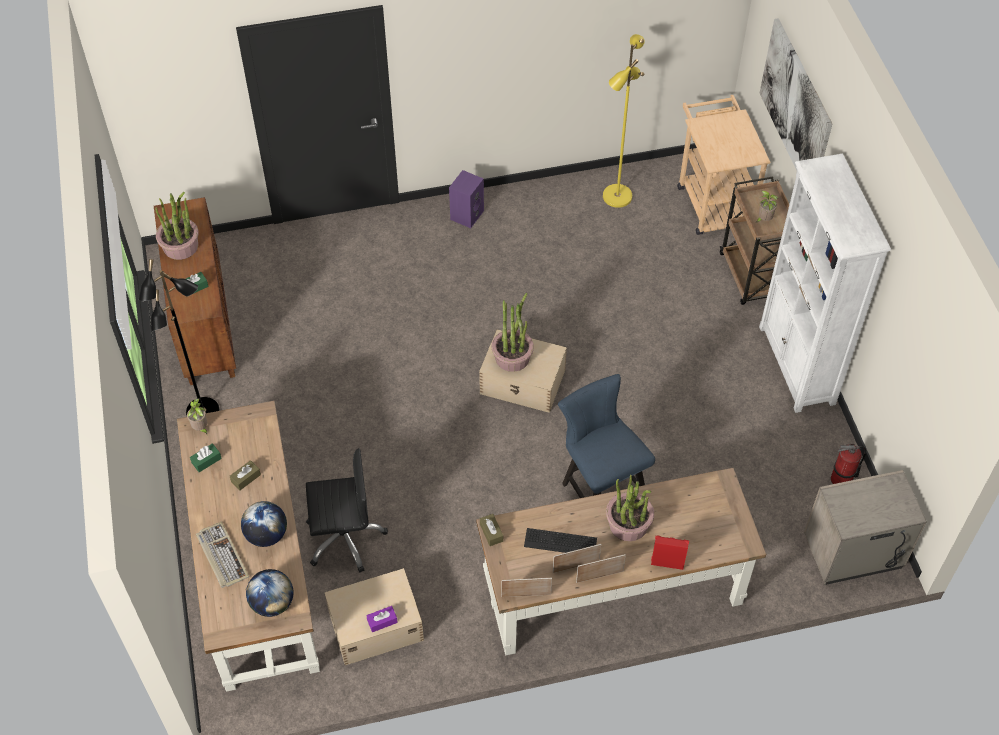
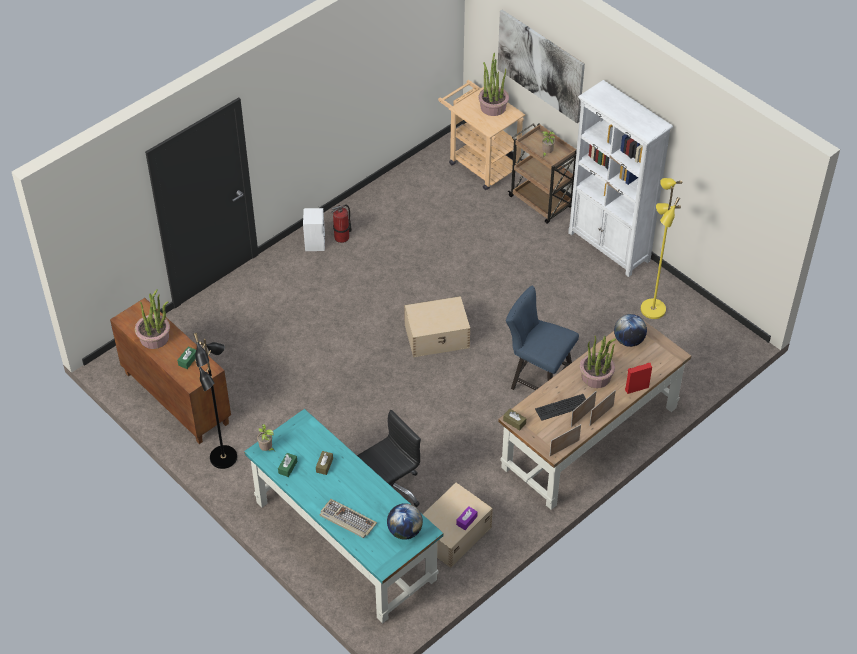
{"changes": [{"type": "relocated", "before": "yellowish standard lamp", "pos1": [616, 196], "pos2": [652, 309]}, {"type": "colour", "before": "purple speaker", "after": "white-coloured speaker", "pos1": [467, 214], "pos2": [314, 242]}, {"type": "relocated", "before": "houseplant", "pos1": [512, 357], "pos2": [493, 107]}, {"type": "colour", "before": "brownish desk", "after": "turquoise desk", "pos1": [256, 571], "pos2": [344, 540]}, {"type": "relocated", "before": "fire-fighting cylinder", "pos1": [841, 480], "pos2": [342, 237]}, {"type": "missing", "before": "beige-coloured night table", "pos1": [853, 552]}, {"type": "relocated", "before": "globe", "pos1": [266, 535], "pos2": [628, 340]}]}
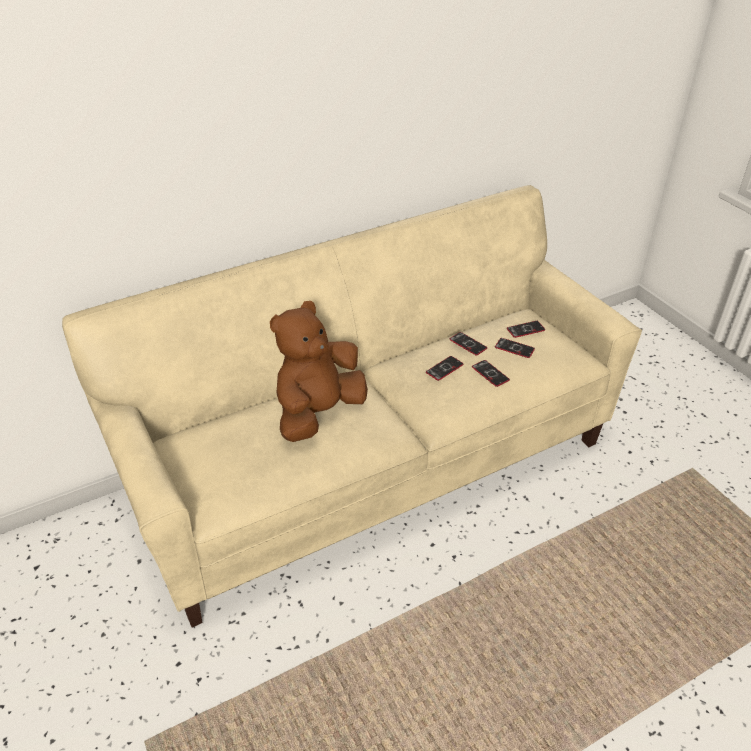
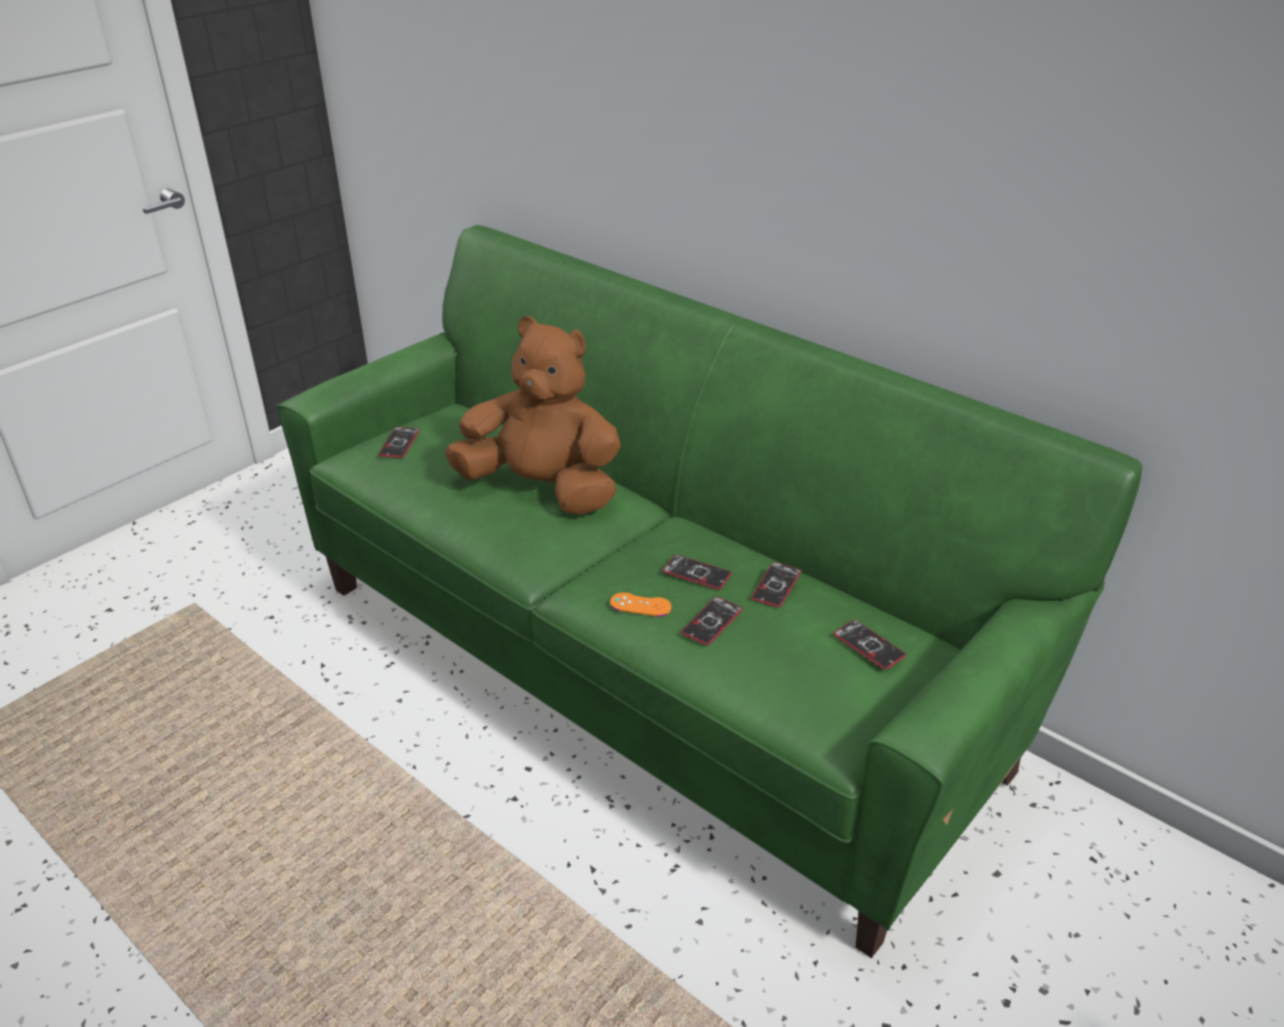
{"changes": [{"type": "colour", "before": "beige-coloured sofa", "after": "green sofa", "pos1": [374, 470], "pos2": [643, 671]}, {"type": "relocated", "before": "telephone", "pos1": [514, 348], "pos2": [399, 443]}, {"type": "appeared", "after": "orange-coloured game controller", "pos2": [640, 605]}]}
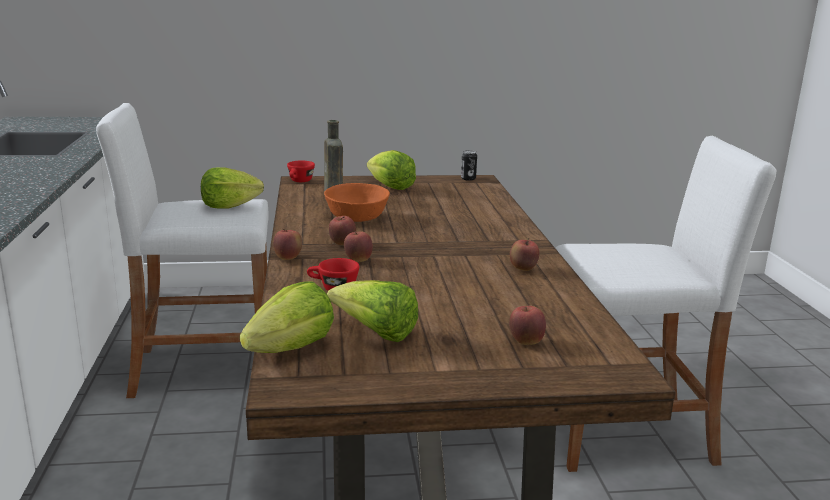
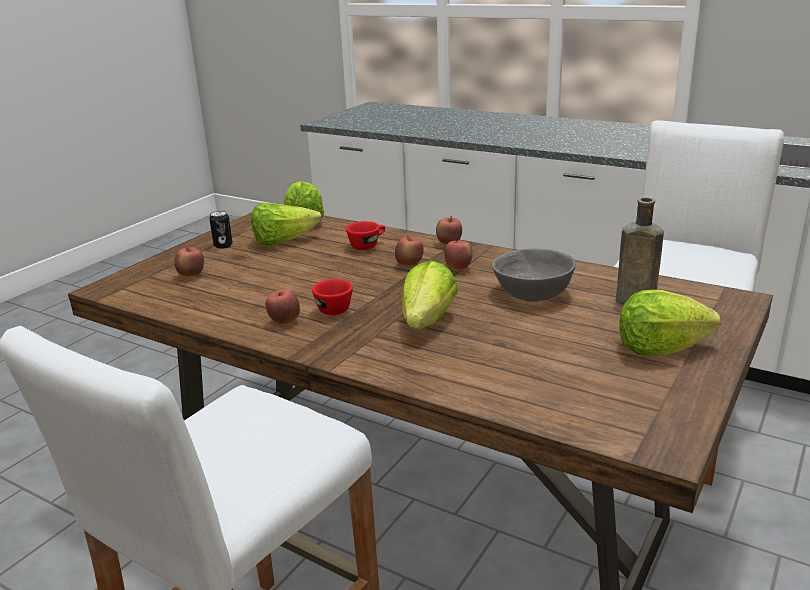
{"changes": [{"type": "relocated", "before": "sealed can", "pos1": [468, 178], "pos2": [223, 245]}, {"type": "relocated", "before": "red small cup", "pos1": [299, 181], "pos2": [330, 308]}, {"type": "relocated", "before": "head of lettuce", "pos1": [229, 206], "pos2": [427, 321]}, {"type": "colour", "before": "orange-coloured bowl", "after": "greyish bowl", "pos1": [357, 218], "pos2": [532, 293]}]}
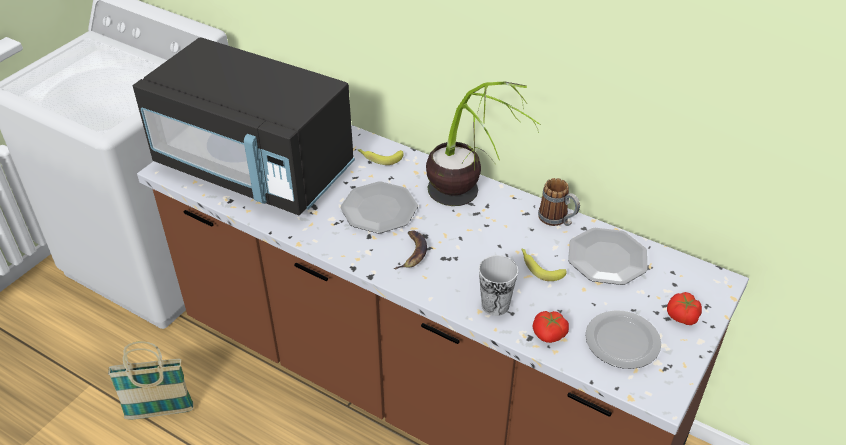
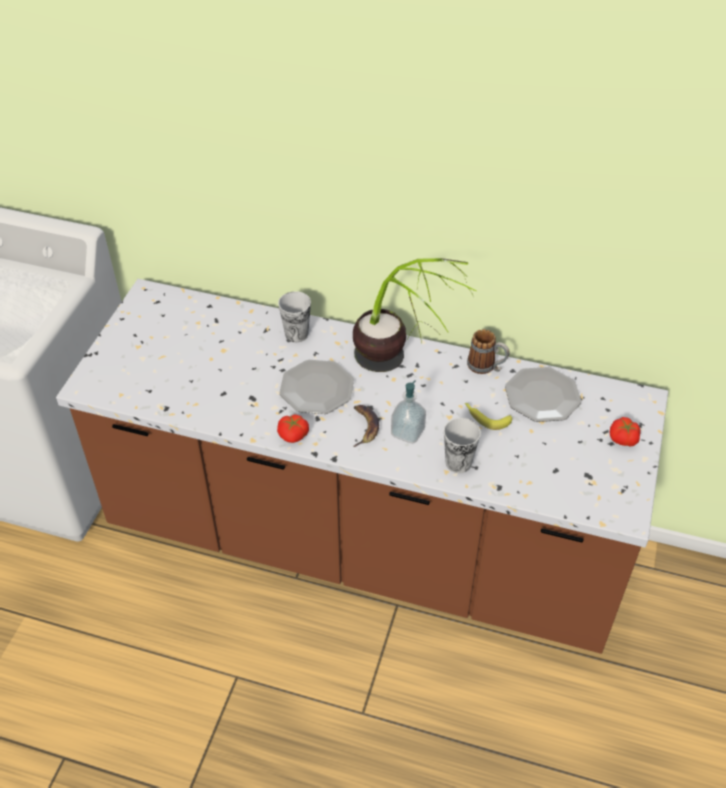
{"changes": [{"type": "missing", "before": "black microwave oven", "pos1": [255, 169]}, {"type": "exchanged", "before": "banana", "after": "small cup", "pos1": [379, 157], "pos2": [296, 334]}, {"type": "missing", "before": "flat dish", "pos1": [623, 342]}, {"type": "relocated", "before": "fresh tomato", "pos1": [549, 334], "pos2": [293, 435]}, {"type": "missing", "before": "household basket", "pos1": [160, 412]}, {"type": "appeared", "after": "soap bottle", "pos2": [407, 432]}]}
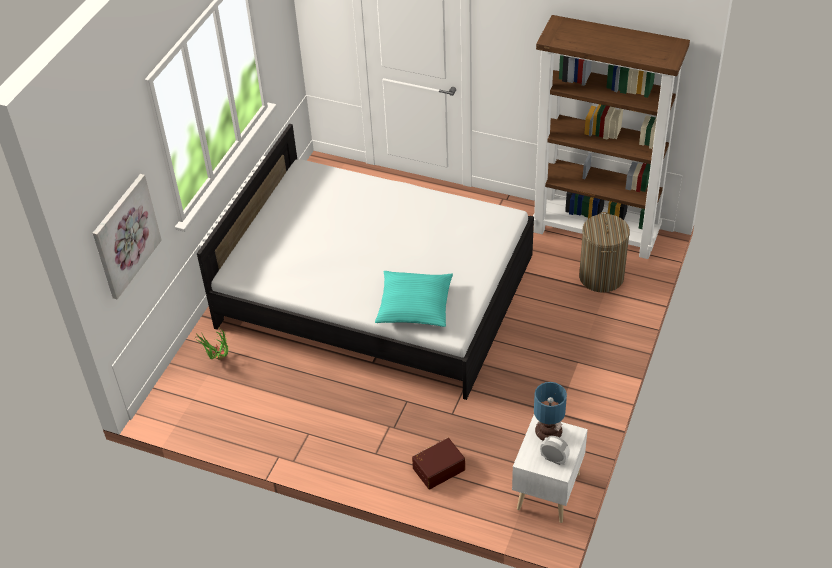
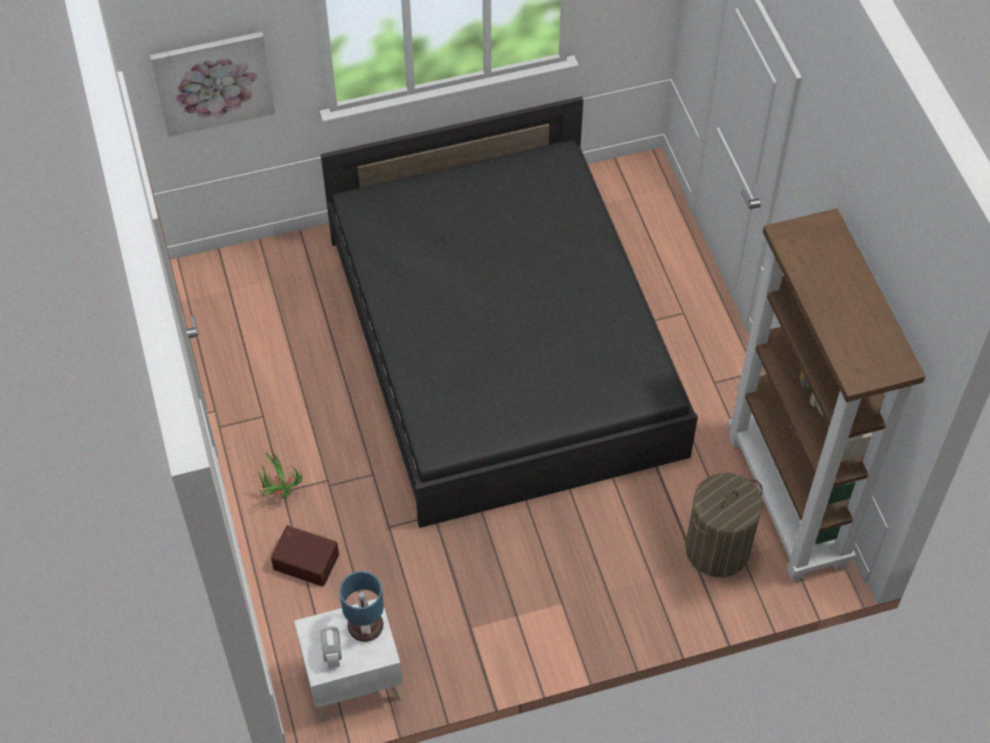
{"changes": [{"type": "colour", "before": "white-coloured sleeping bed", "after": "black sleeping bed", "pos1": [376, 291], "pos2": [502, 345]}, {"type": "missing", "before": "turquoise cushion", "pos1": [414, 306]}, {"type": "relocated", "before": "houseplant", "pos1": [217, 361], "pos2": [279, 494]}]}
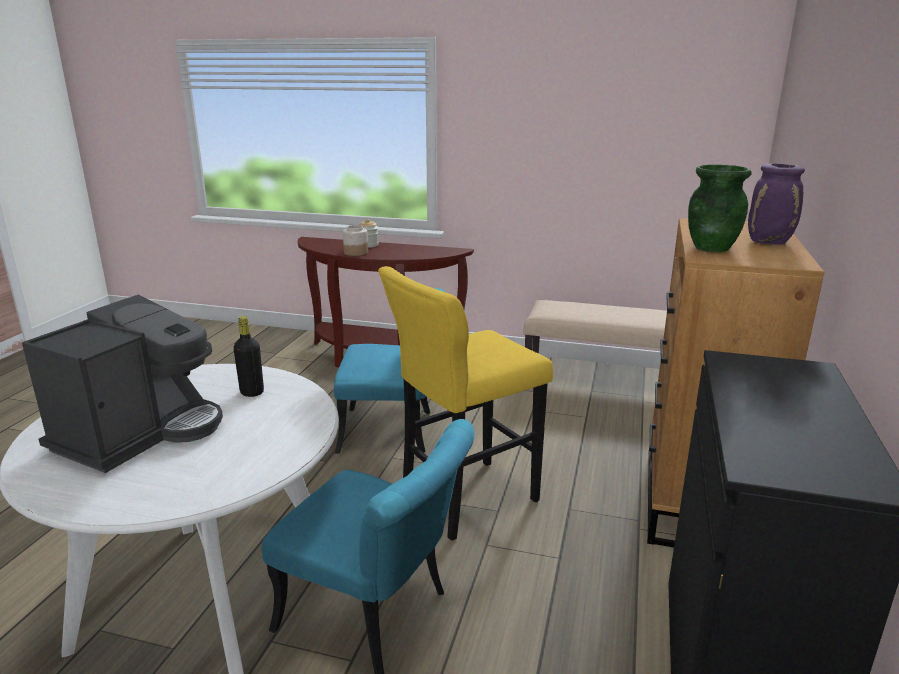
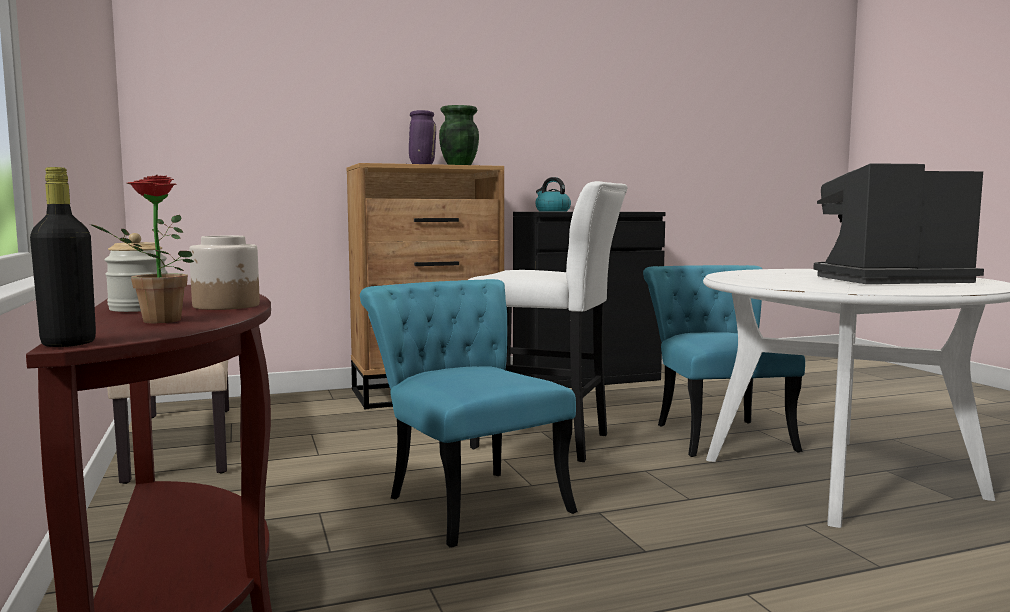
{"changes": [{"type": "colour", "before": "yellowish stool", "after": "white-coloured stool", "pos1": [464, 500], "pos2": [548, 442]}, {"type": "relocated", "before": "black drink bottle", "pos1": [252, 392], "pos2": [68, 343]}, {"type": "appeared", "after": "houseplant", "pos2": [153, 321]}, {"type": "appeared", "after": "water kettle", "pos2": [552, 211]}]}
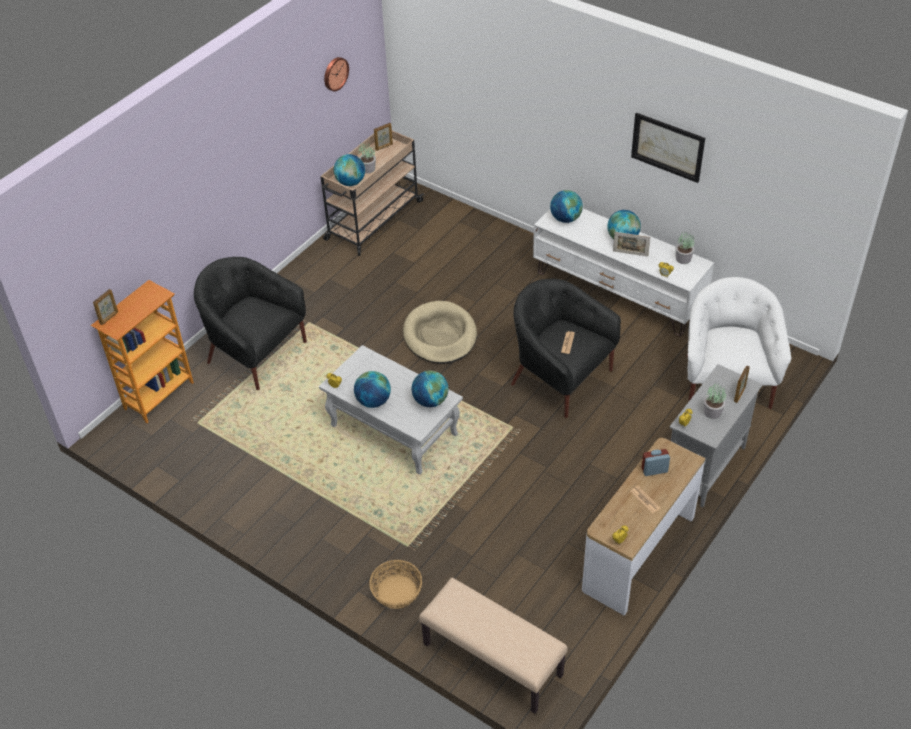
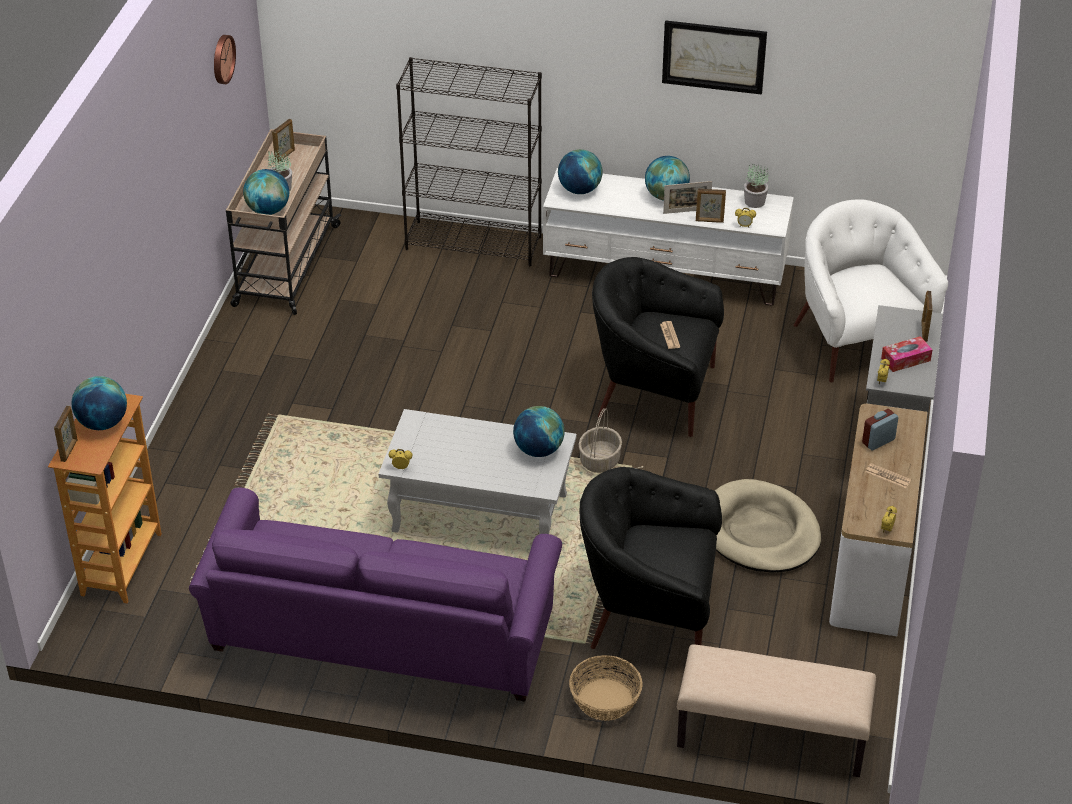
{"changes": [{"type": "relocated", "before": "black armchair", "pos1": [255, 353], "pos2": [650, 612]}, {"type": "relocated", "before": "beige-coloured pet bed", "pos1": [440, 336], "pos2": [760, 532]}, {"type": "relocated", "before": "globe", "pos1": [373, 401], "pos2": [102, 423]}, {"type": "exchanged", "before": "houseplant", "after": "tissue holder", "pos1": [712, 412], "pos2": [905, 359]}, {"type": "appeared", "after": "black bookshelf", "pos2": [474, 243]}, {"type": "appeared", "after": "standing frame", "pos2": [709, 221]}, {"type": "appeared", "after": "household basket", "pos2": [599, 460]}, {"type": "appeared", "after": "purple sofa", "pos2": [380, 640]}]}
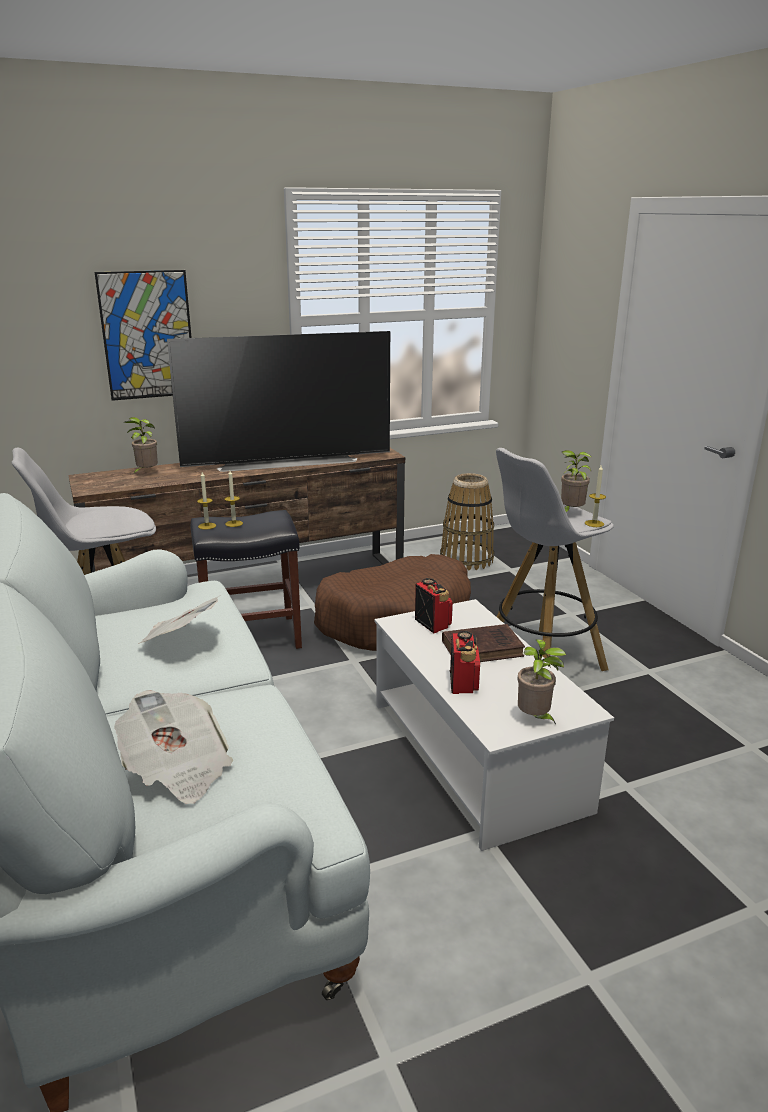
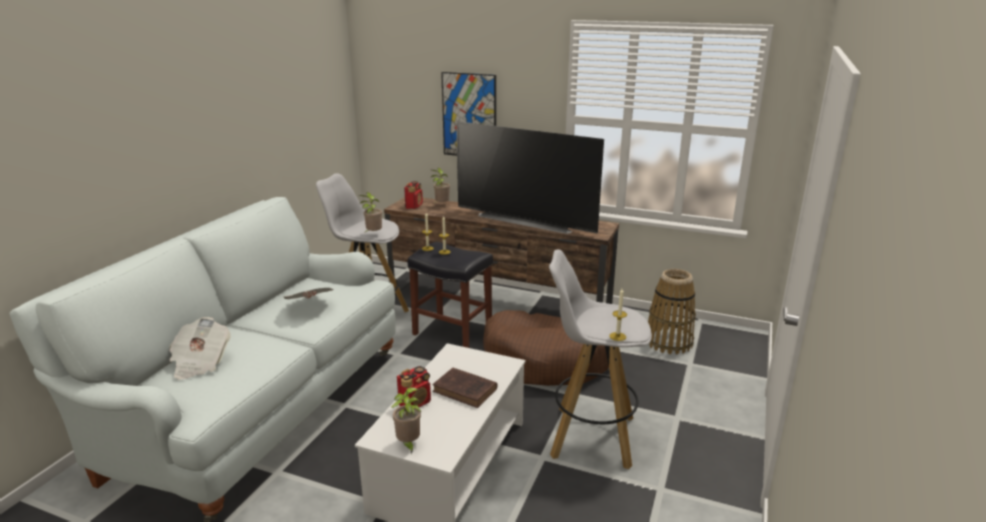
{"changes": [{"type": "relocated", "before": "houseplant", "pos1": [570, 512], "pos2": [373, 234]}, {"type": "relocated", "before": "radio receiver", "pos1": [432, 623], "pos2": [414, 206]}]}
